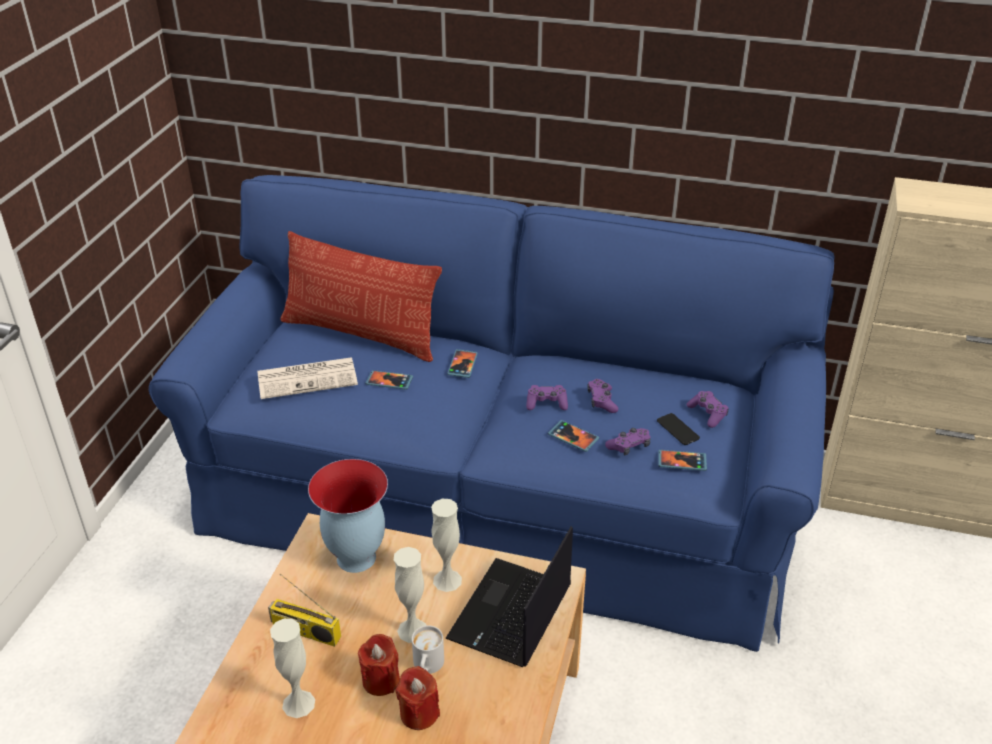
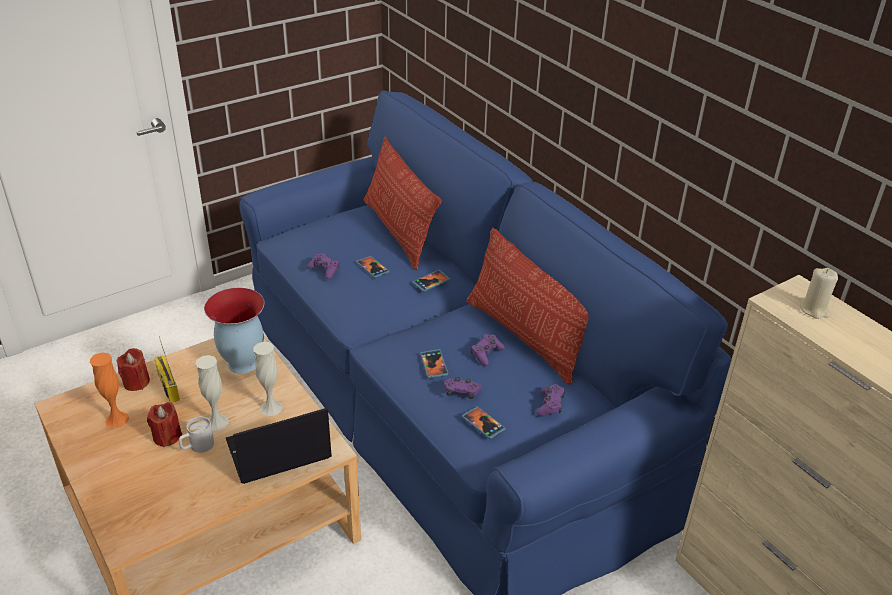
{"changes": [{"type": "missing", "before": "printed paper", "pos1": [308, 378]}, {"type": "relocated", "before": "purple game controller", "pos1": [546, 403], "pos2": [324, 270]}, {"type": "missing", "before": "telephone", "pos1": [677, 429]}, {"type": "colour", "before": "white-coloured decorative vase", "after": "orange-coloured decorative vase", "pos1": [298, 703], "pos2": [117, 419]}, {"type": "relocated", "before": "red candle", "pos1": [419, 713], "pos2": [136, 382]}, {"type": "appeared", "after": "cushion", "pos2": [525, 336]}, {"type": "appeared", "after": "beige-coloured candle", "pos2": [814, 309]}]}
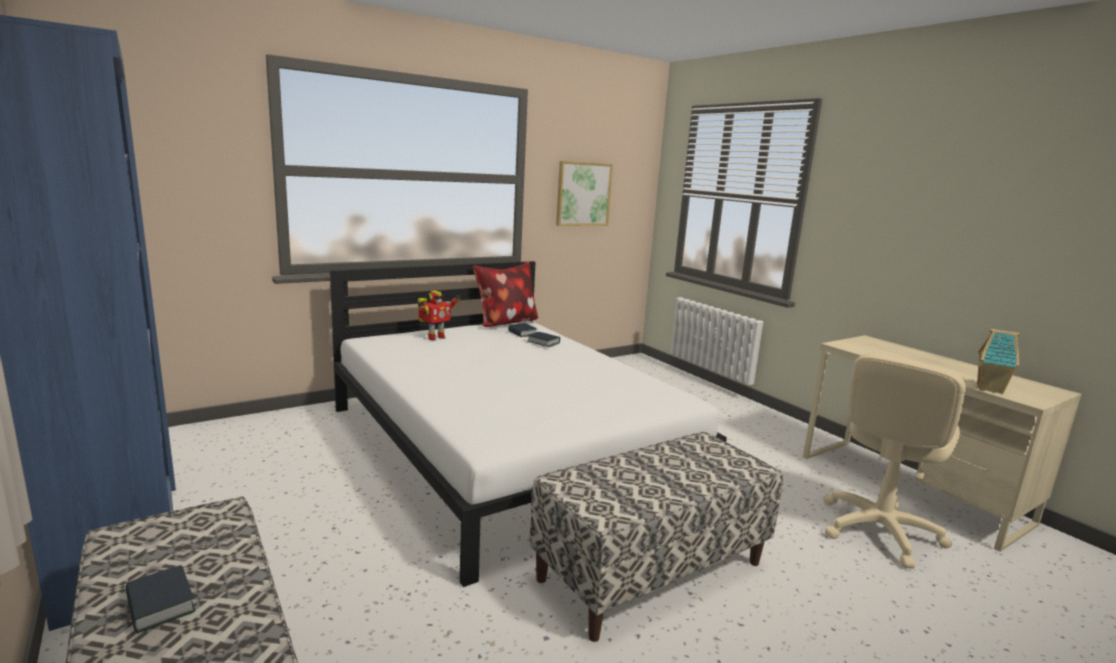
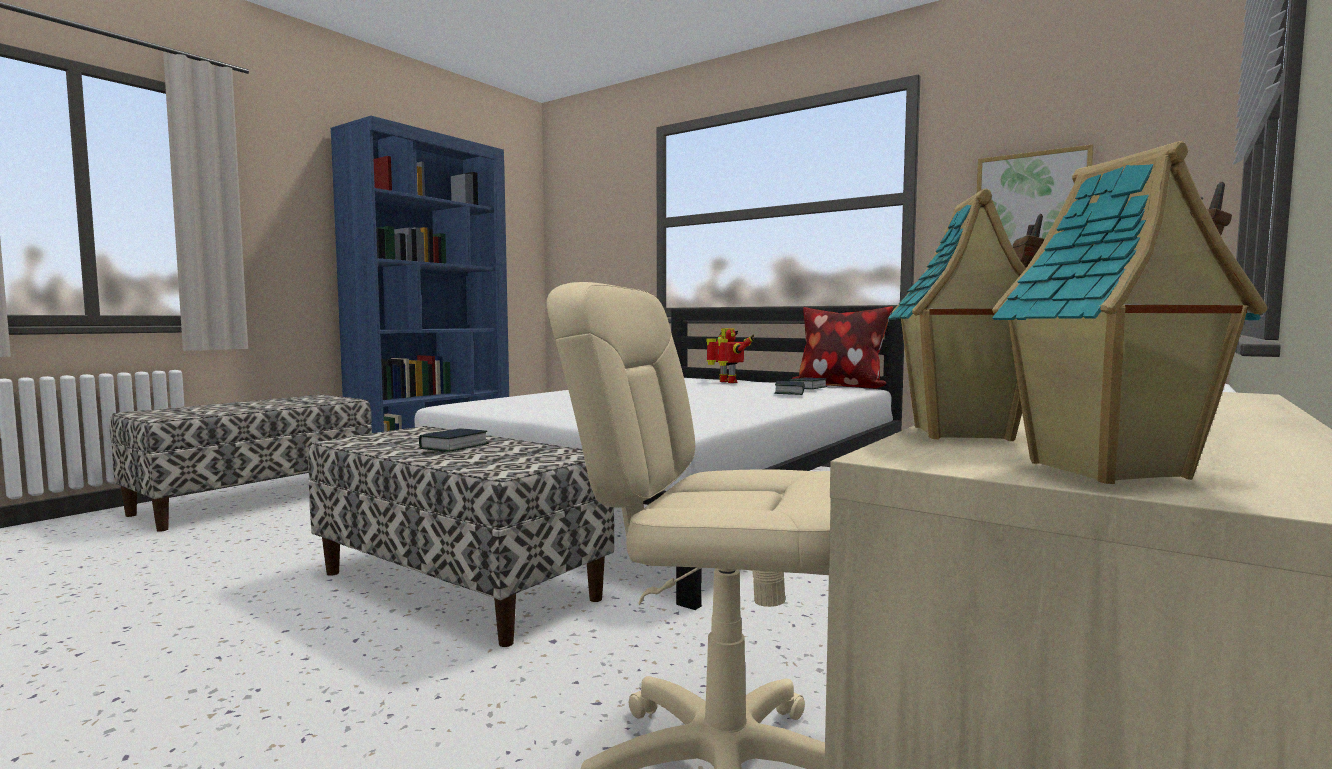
{"changes": [{"type": "spun", "before": "model robot", "pos1": [435, 337], "pos2": [727, 382], "turn": -150}, {"type": "relocated", "before": "book", "pos1": [160, 605], "pos2": [454, 446]}, {"type": "appeared", "after": "miniature house", "pos2": [1109, 471]}]}
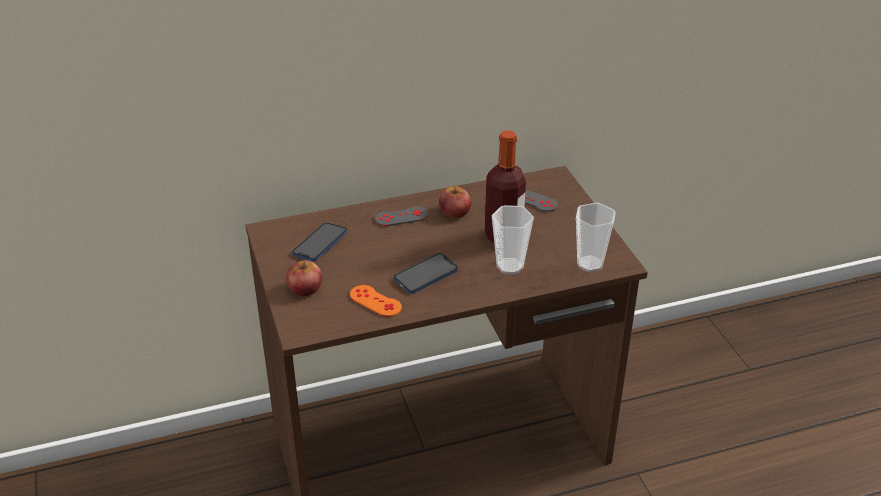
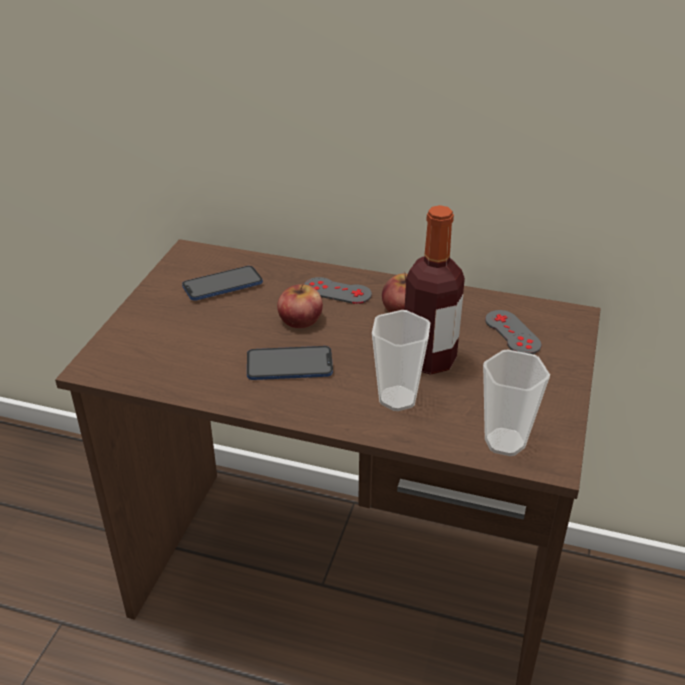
{"changes": [{"type": "relocated", "before": "whole apple", "pos1": [305, 288], "pos2": [300, 319]}, {"type": "missing", "before": "orange-coloured game controller", "pos1": [375, 301]}]}
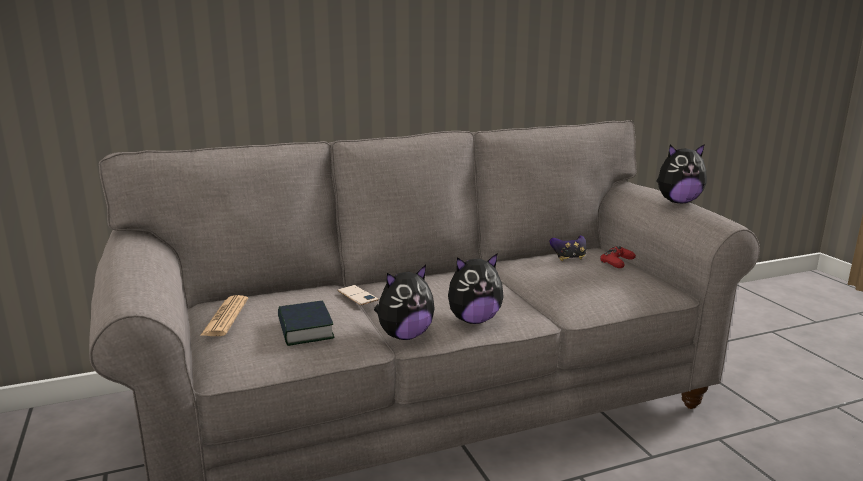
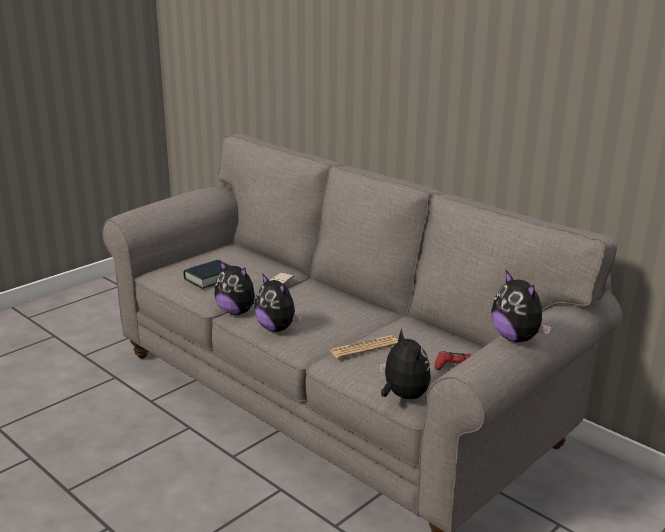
{"changes": [{"type": "missing", "before": "game controller", "pos1": [569, 258]}, {"type": "relocated", "before": "printed paper", "pos1": [225, 317], "pos2": [364, 347]}, {"type": "appeared", "after": "plush toy", "pos2": [403, 396]}]}
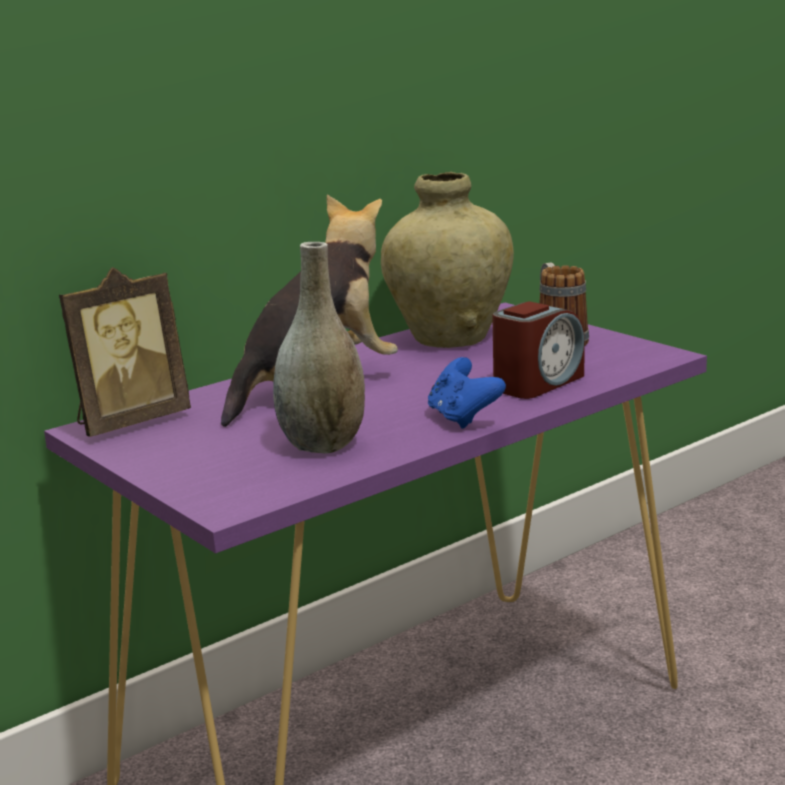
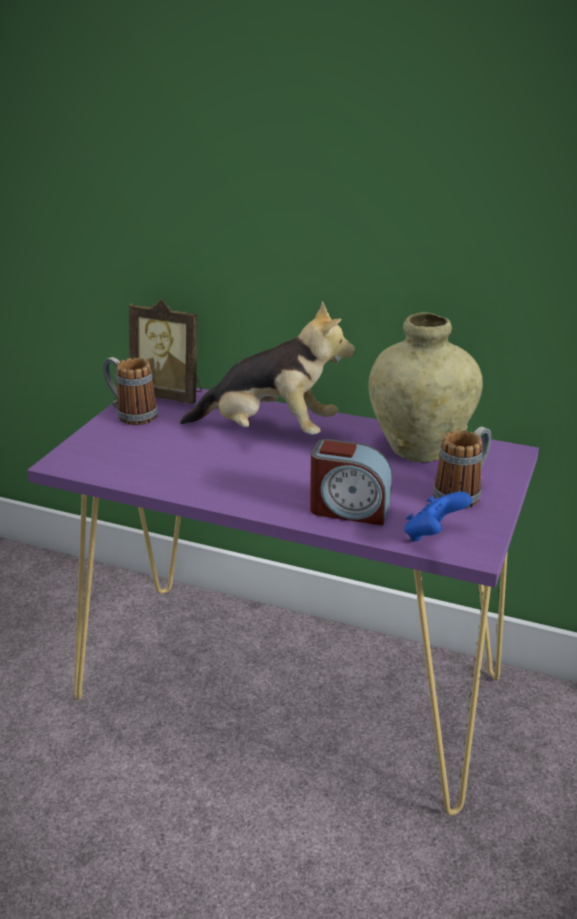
{"changes": [{"type": "missing", "before": "greyish decorative vase", "pos1": [322, 444]}, {"type": "relocated", "before": "bluish game controller", "pos1": [463, 418], "pos2": [433, 535]}, {"type": "appeared", "after": "mug", "pos2": [130, 414]}]}
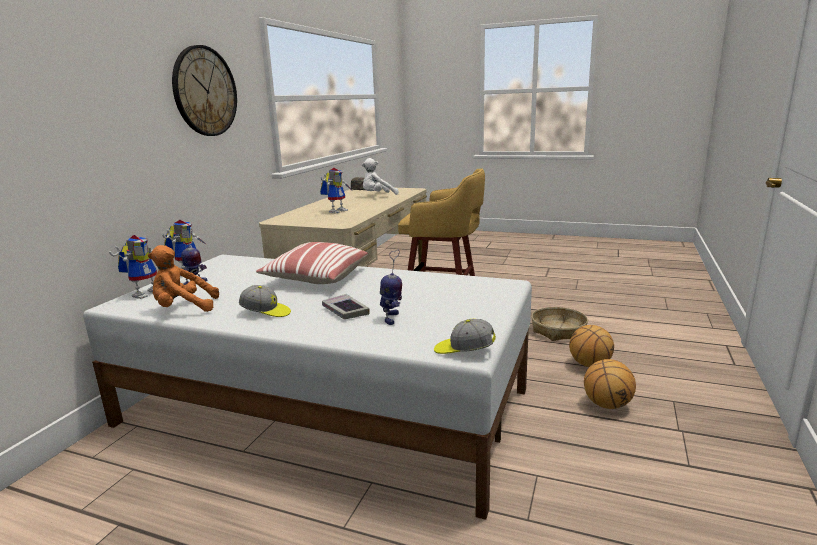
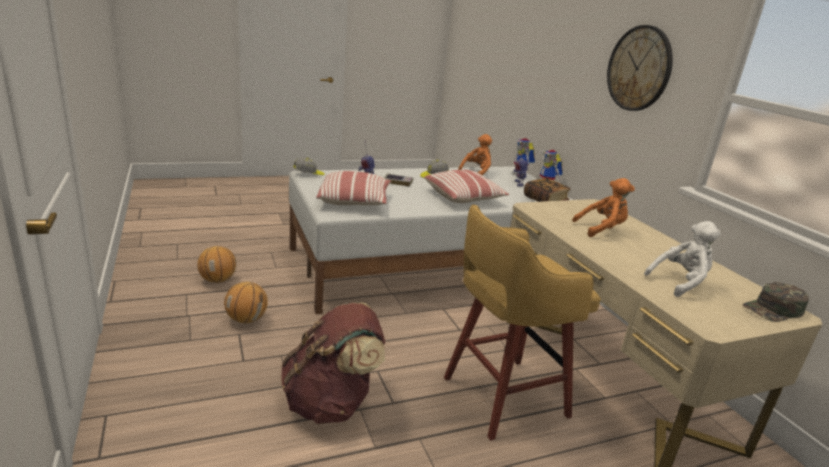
{"changes": [{"type": "spun", "before": "white-coloured plush toy", "pos1": [378, 196], "pos2": [680, 282], "turn": 45}, {"type": "exchanged", "before": "model robot", "after": "orange-coloured plush toy", "pos1": [337, 211], "pos2": [602, 229]}, {"type": "exchanged", "before": "household basket", "after": "brownish rucksack", "pos1": [558, 331], "pos2": [332, 402]}, {"type": "relocated", "before": "basketball", "pos1": [589, 365], "pos2": [218, 280]}, {"type": "appeared", "after": "cushion", "pos2": [355, 201]}, {"type": "appeared", "after": "book", "pos2": [545, 200]}]}
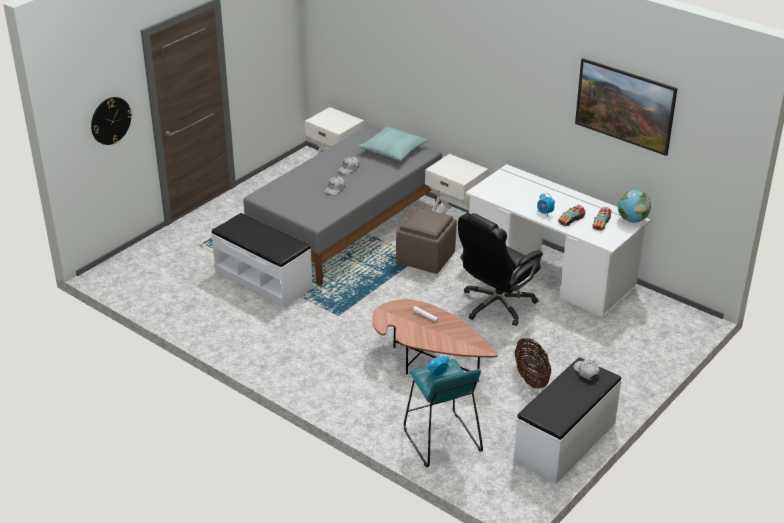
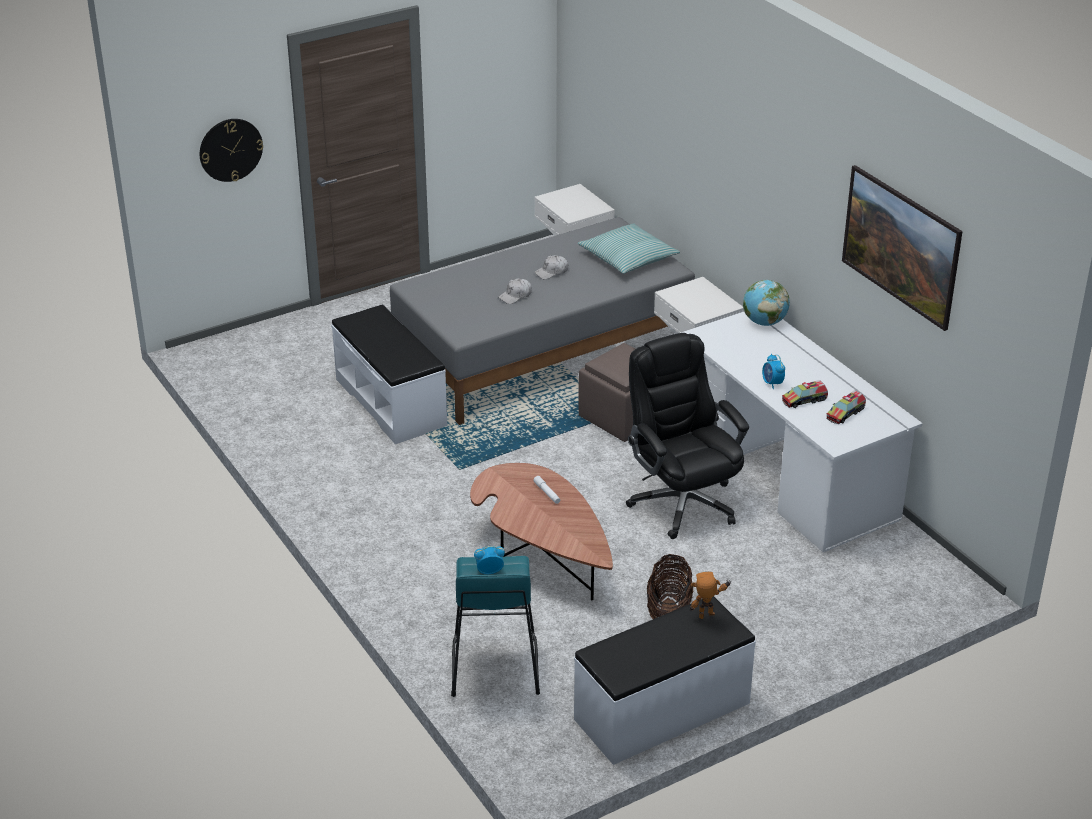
{"changes": [{"type": "relocated", "before": "globe", "pos1": [632, 220], "pos2": [764, 322]}, {"type": "spun", "before": "black computer chair", "pos1": [496, 305], "pos2": [682, 502], "turn": 90}, {"type": "exchanged", "before": "white-coloured baseball cap", "after": "model robot", "pos1": [586, 372], "pos2": [708, 618]}]}
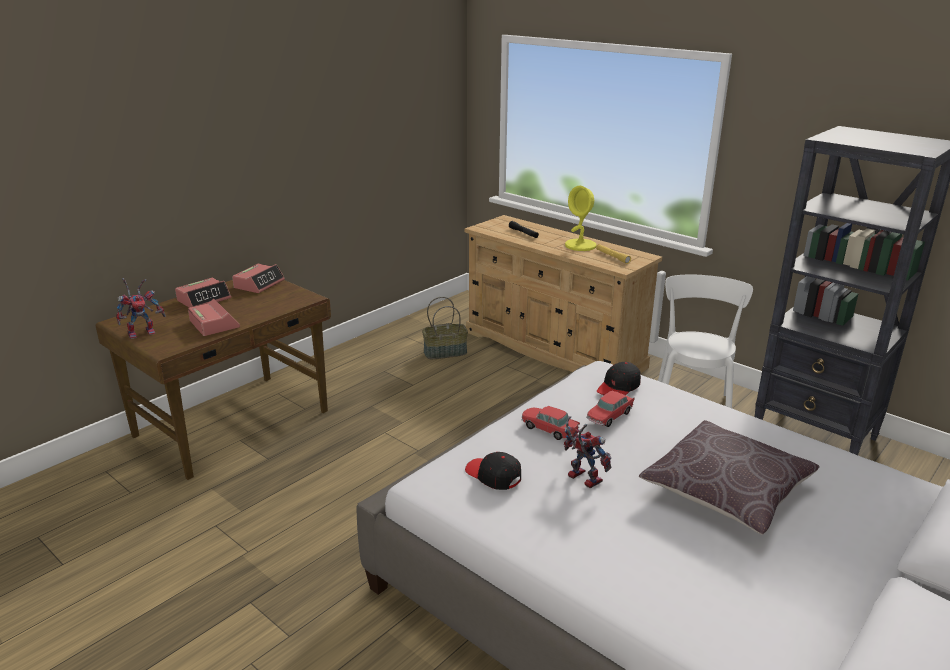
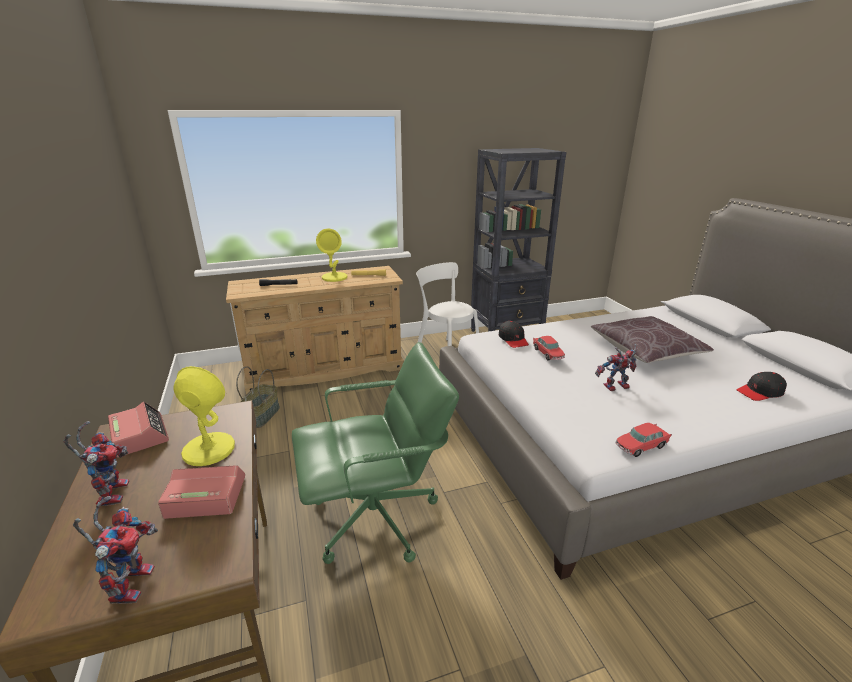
{"changes": [{"type": "exchanged", "before": "bedside clock", "after": "model robot", "pos1": [204, 299], "pos2": [111, 491]}, {"type": "relocated", "before": "miniature car", "pos1": [549, 429], "pos2": [641, 446]}, {"type": "relocated", "before": "black baseball cap", "pos1": [493, 476], "pos2": [760, 392]}, {"type": "appeared", "after": "green computer chair", "pos2": [376, 518]}, {"type": "appeared", "after": "yellowish lamp for a table", "pos2": [208, 450]}]}
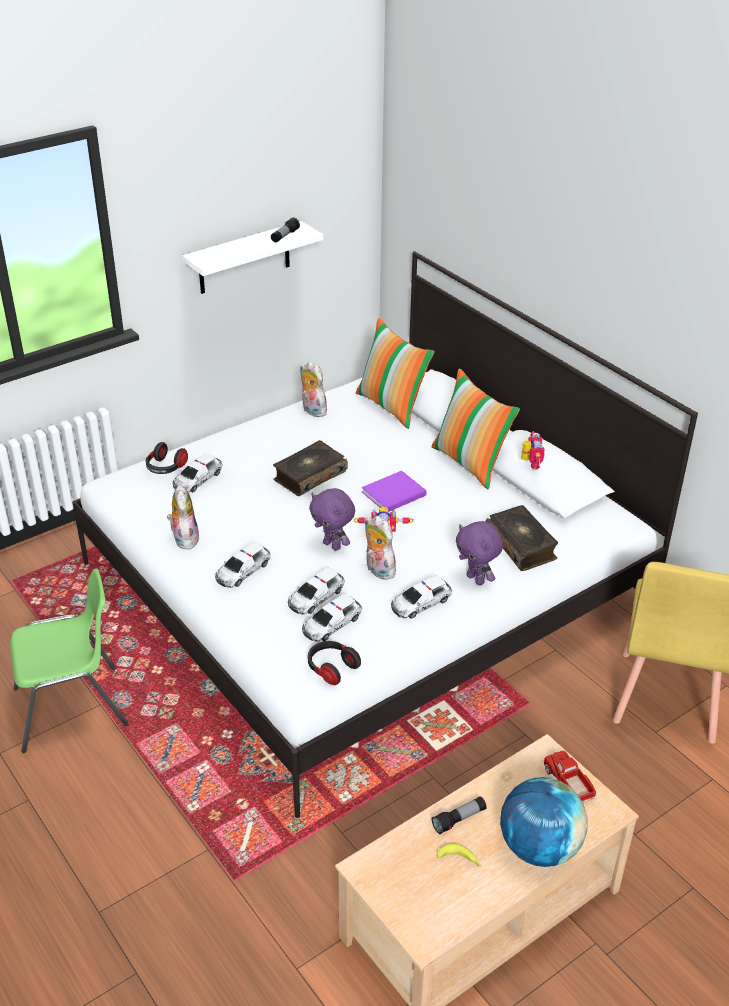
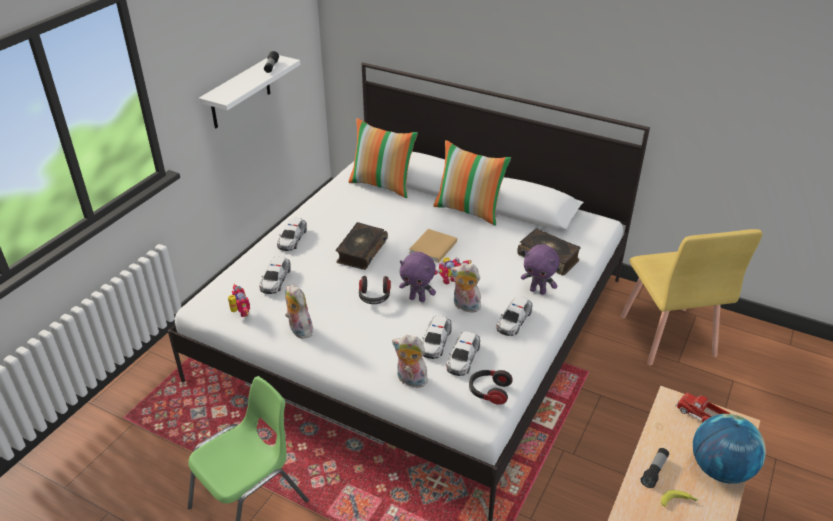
{"changes": [{"type": "relocated", "before": "plush toy", "pos1": [312, 411], "pos2": [410, 380]}, {"type": "relocated", "before": "model robot", "pos1": [530, 464], "pos2": [240, 313]}, {"type": "relocated", "before": "headphones", "pos1": [165, 468], "pos2": [374, 297]}, {"type": "colour", "before": "purple book", "after": "beige-coloured book", "pos1": [392, 494], "pos2": [432, 248]}, {"type": "relocated", "before": "miniature car", "pos1": [242, 571], "pos2": [292, 239]}]}
